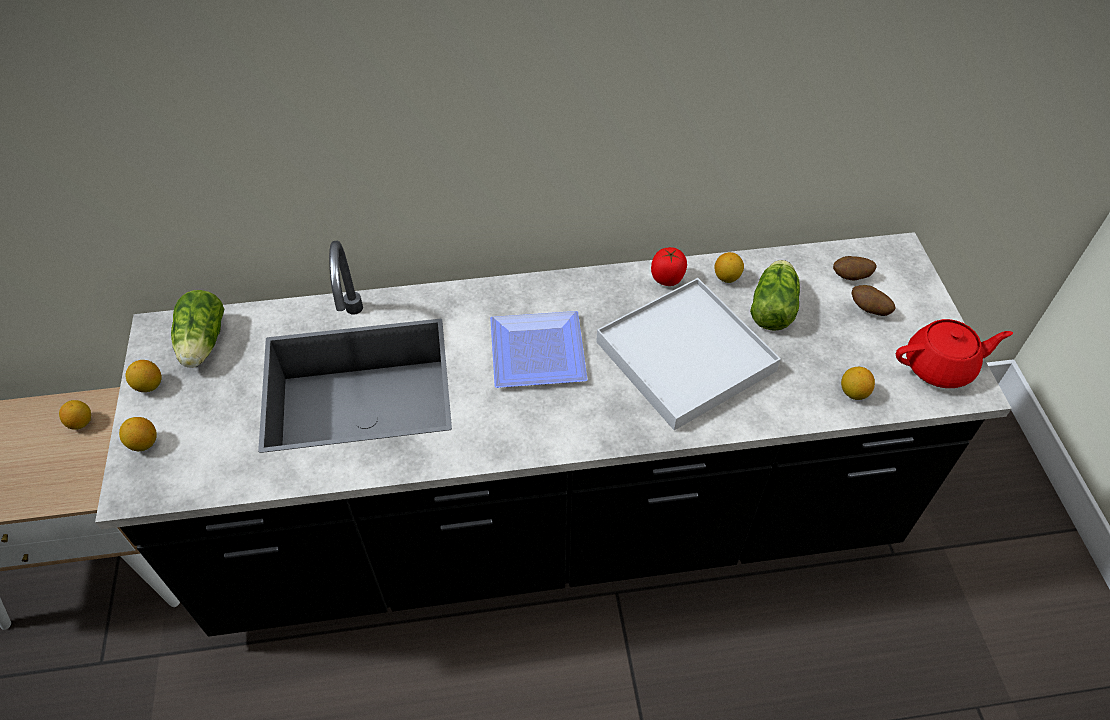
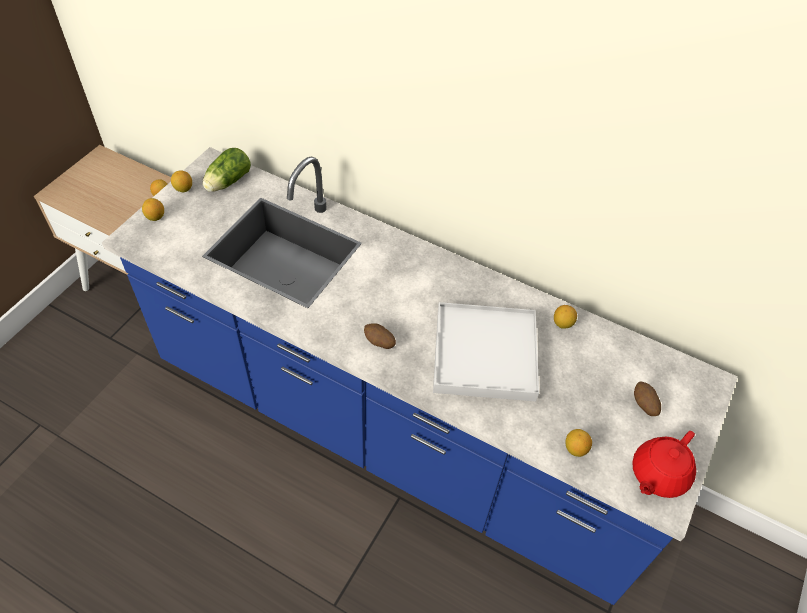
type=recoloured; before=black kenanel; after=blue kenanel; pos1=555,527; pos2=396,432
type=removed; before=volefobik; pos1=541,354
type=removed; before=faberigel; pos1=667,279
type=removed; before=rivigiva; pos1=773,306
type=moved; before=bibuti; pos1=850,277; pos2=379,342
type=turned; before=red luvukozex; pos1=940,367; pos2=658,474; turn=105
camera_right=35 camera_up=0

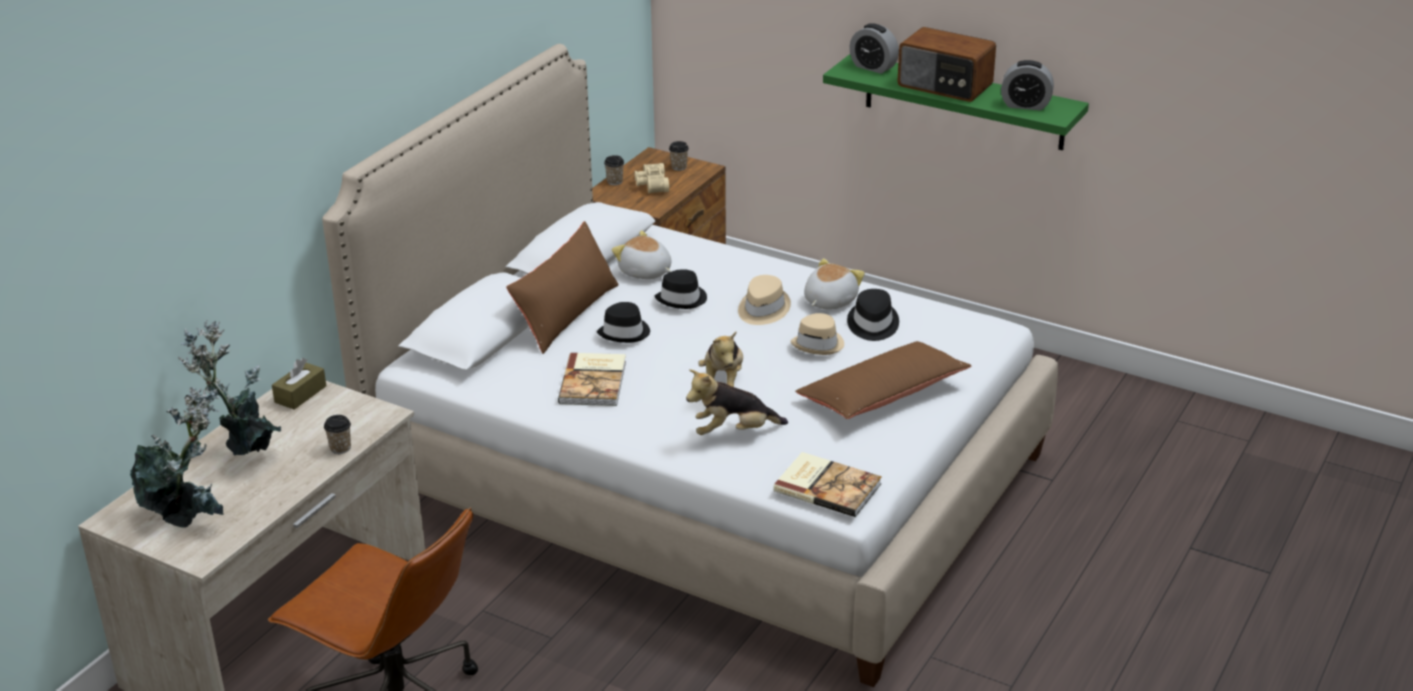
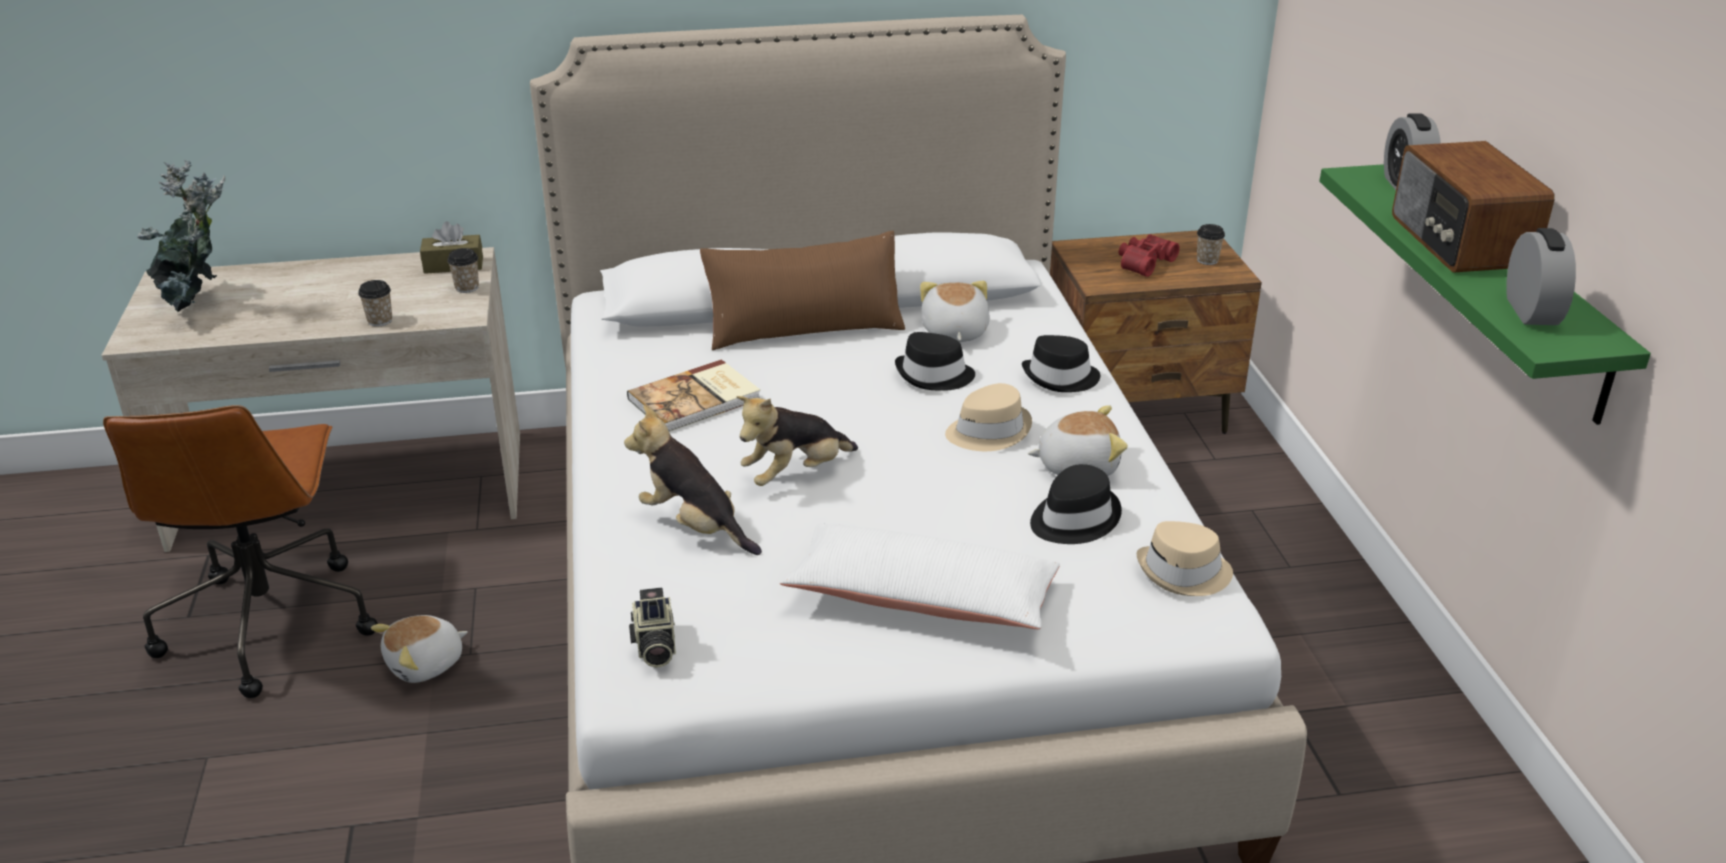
type=removed; before=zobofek; pos1=245,450
type=moved; before=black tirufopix; pos1=625,332; pos2=1061,377
type=moved; before=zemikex; pos1=615,181; pos2=467,288
type=recoloured; before=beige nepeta; after=red nepeta; pos1=651,185; pos2=1143,262
type=replaced; before=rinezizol; after=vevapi; pos1=827,486; pos2=654,647
type=moved; before=beige tirufopix; pos1=818,344; pos2=1184,573
type=recoloured; before=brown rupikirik; after=white rupikirik; pos1=882,395; pos2=922,598
type=turned; before=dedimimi; pos1=1025,105; pos2=1531,311; turn=-150
type=added; after=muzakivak; pos2=426,664
camera_right=50 camera_up=0

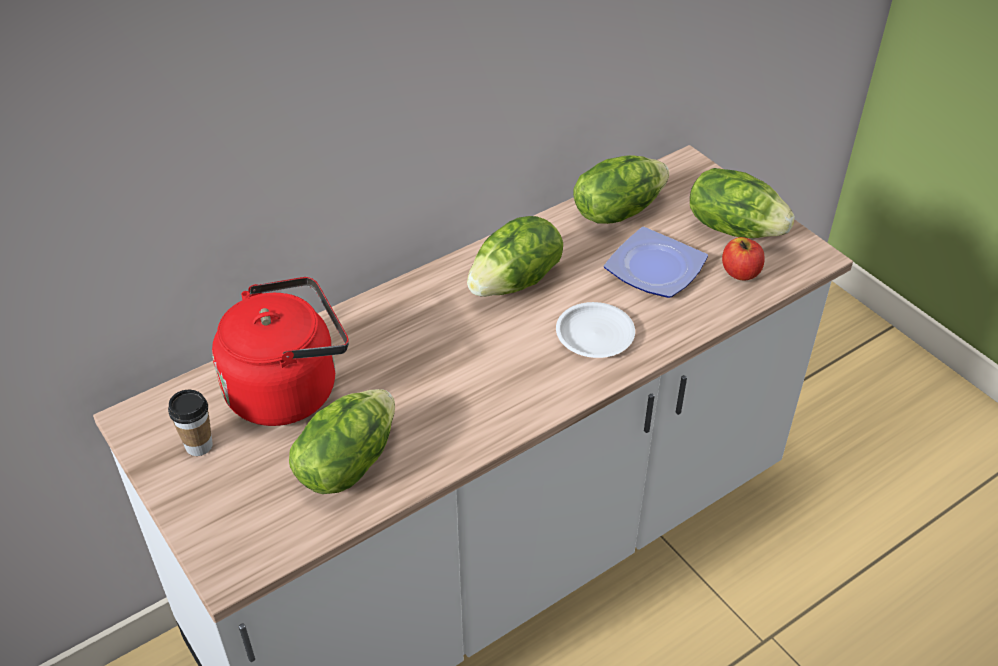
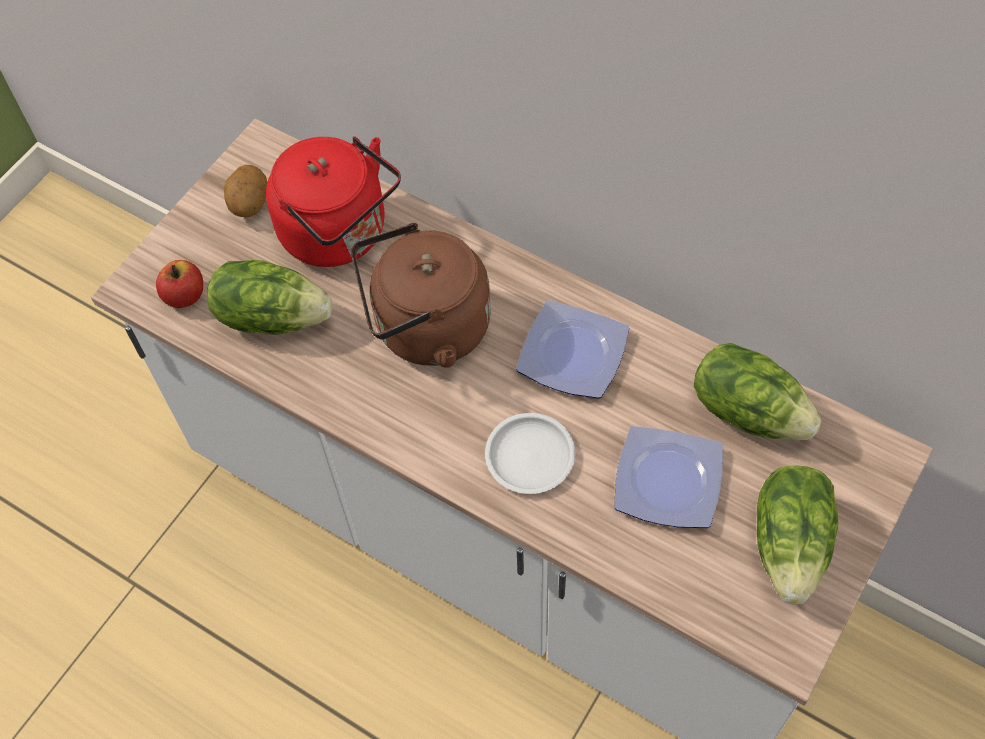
type=replaced; before=zemikex; after=bibuti; pos1=199,446; pos2=249,204
type=replaced; before=rivigiva; after=volefobik; pos1=516,282; pos2=573,356
type=moved; before=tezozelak; pos1=740,272; pos2=185,295
type=added; after=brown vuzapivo; pos2=425,329
camera_right=70 camera_up=15

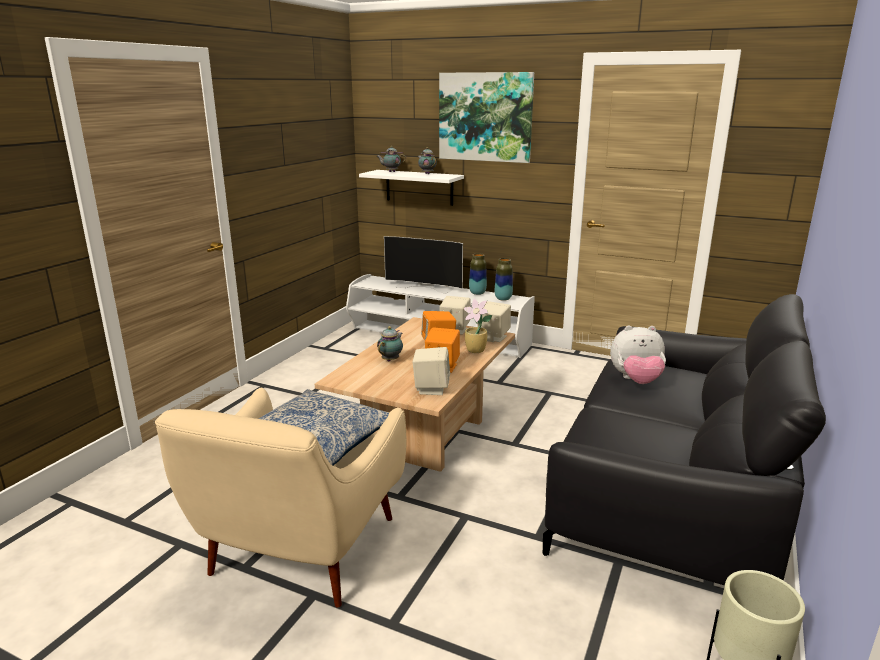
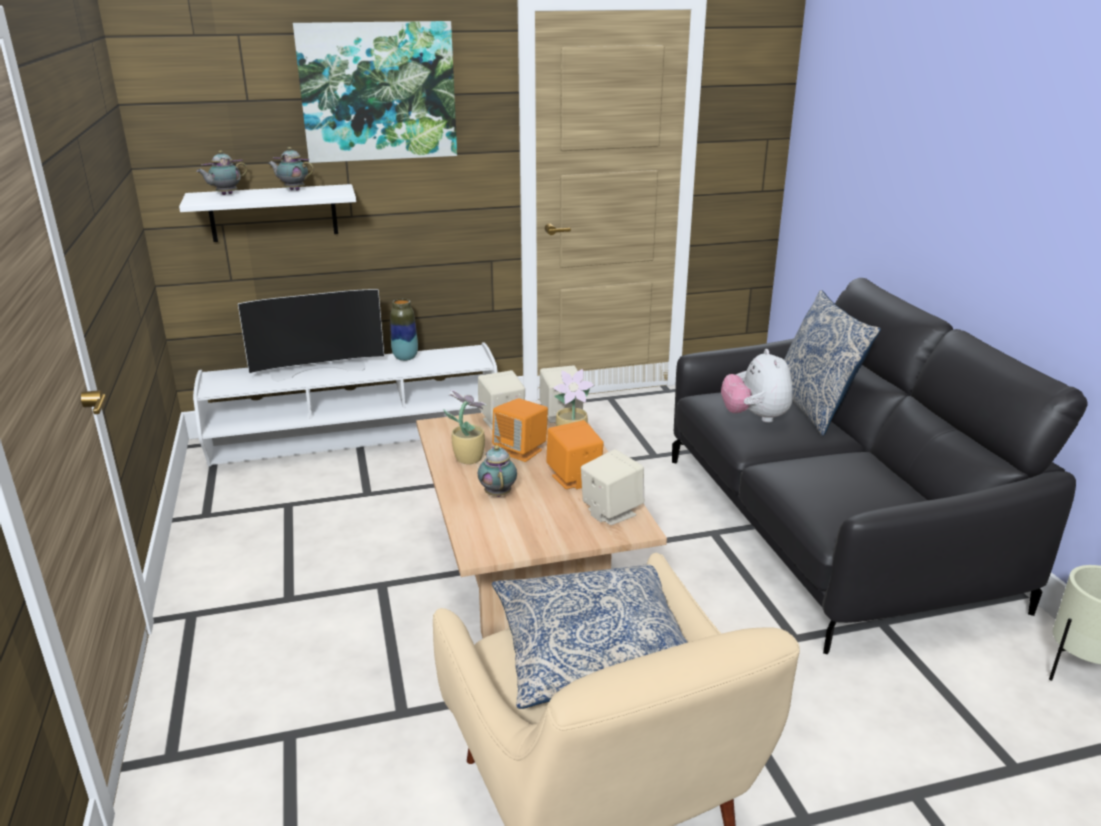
type=removed; before=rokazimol; pos1=503,299
type=turned; before=muzakivak; pos1=636,380; pos2=755,417; turn=120
type=added; after=zobofek; pos2=468,458
type=added; after=rupikirik; pos2=814,408
camera_right=-40 camera_up=5

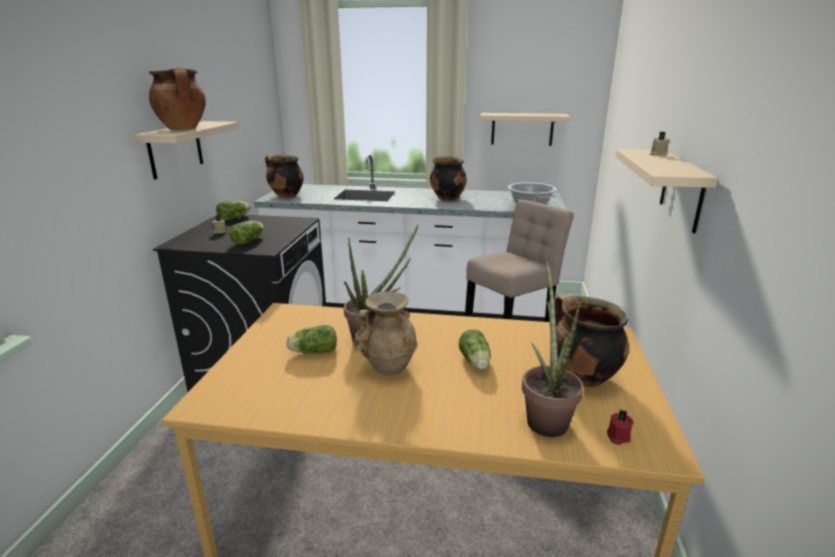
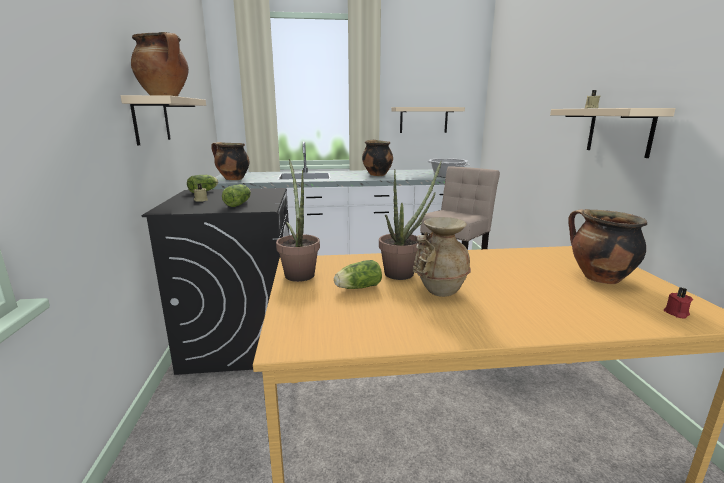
type=removed; before=rivigiva; pos1=475,362
type=moved; before=zobofek; pos1=545,417; pos2=299,273
camera_right=-15 camera_up=-5

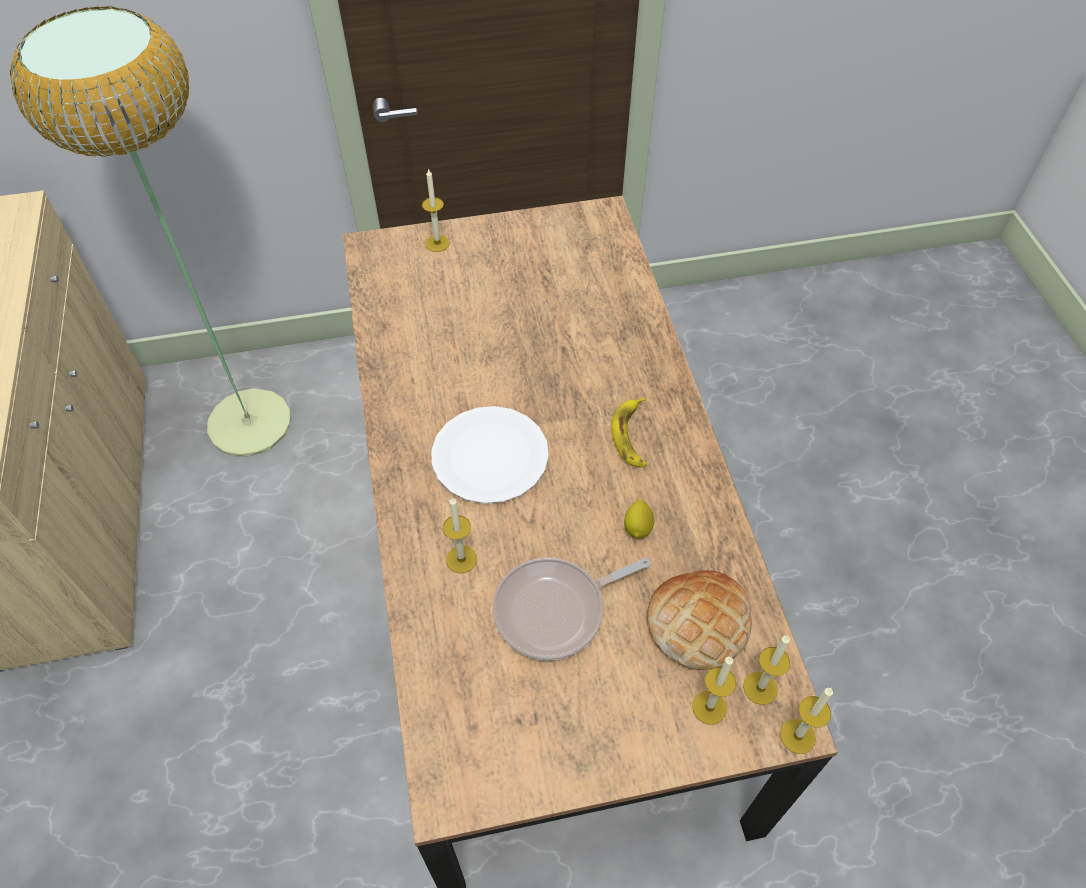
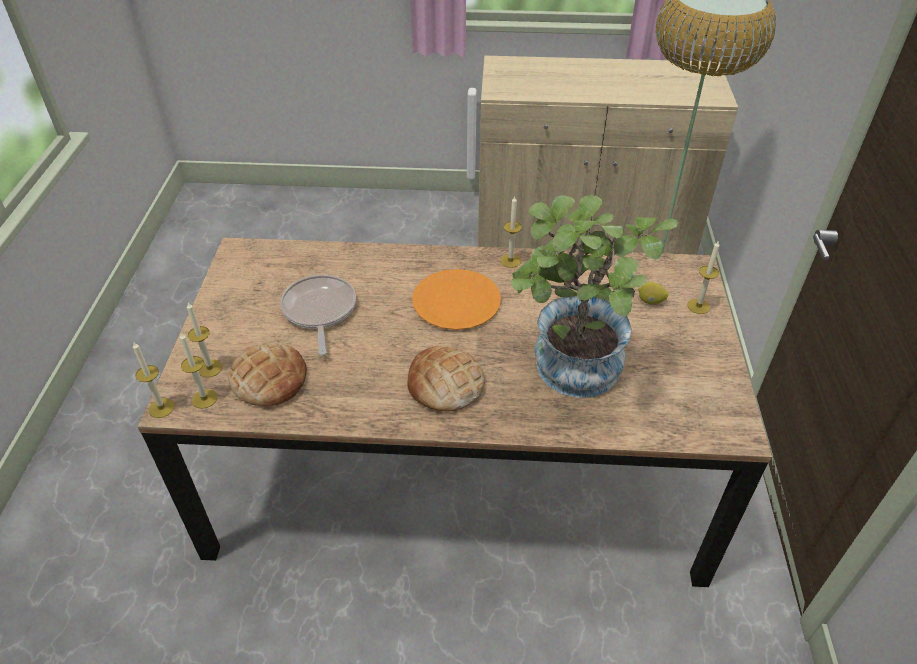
type=recoloured; before=white volefobik; after=orange volefobik; pos1=489,456; pos2=456,301
type=moved; before=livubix; pos1=461,559; pos2=510,261
type=replaced; before=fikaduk; after=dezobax; pos1=632,436; pos2=445,384
type=moved; before=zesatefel; pos1=638,527; pos2=650,301
type=added; after=zobofek; pos2=569,374
camera_right=105 camera_up=-10

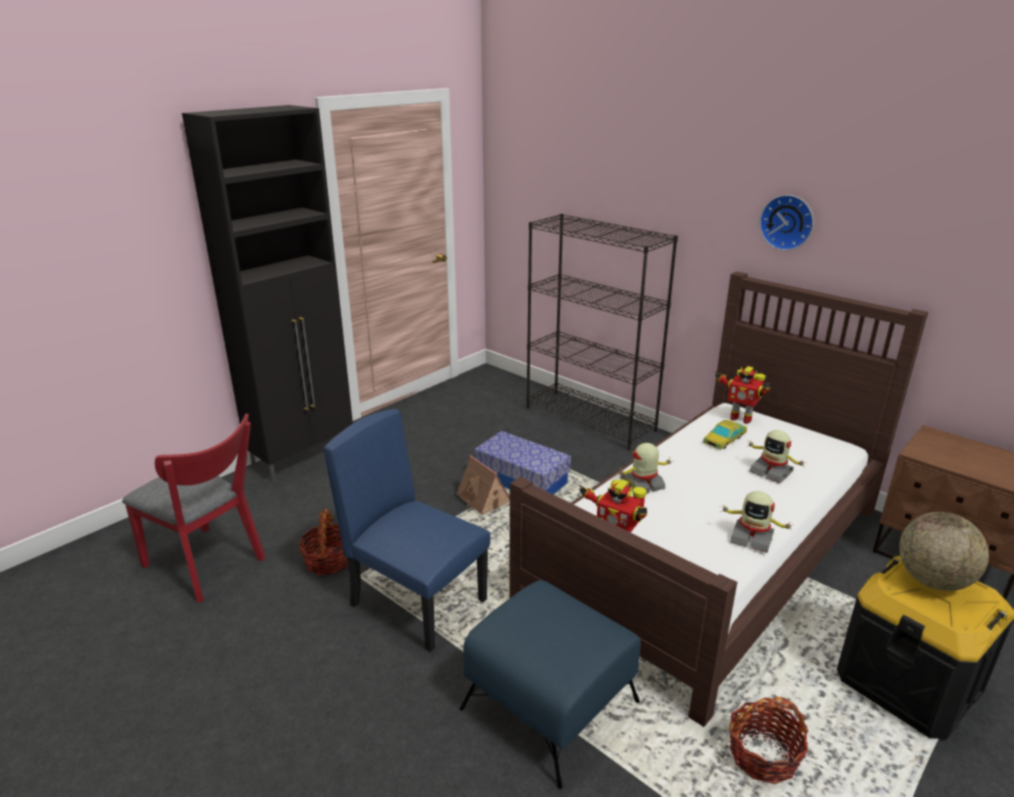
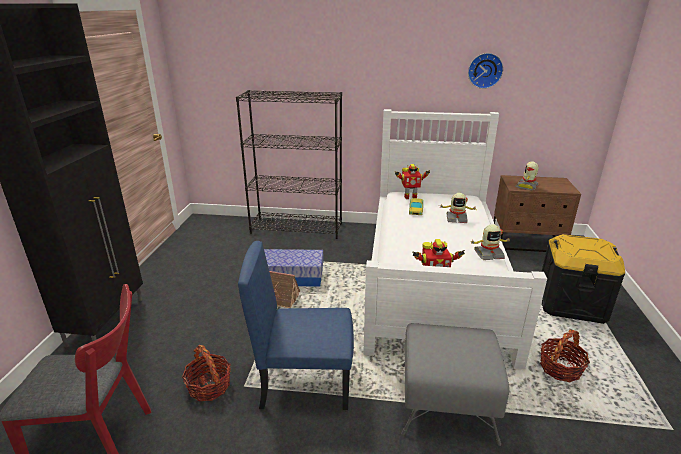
type=recoloured; before=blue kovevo; after=grey kovevo; pos1=550,706; pos2=447,402
type=recoloured; before=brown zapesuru; after=white zapesuru; pos1=709,552; pos2=434,278
type=moved; before=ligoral; pos1=643,485; pos2=527,186
type=moved; before=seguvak; pos1=787,222; pos2=485,70
type=removed; before=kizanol; pos1=933,581
camera_right=-35 camera_up=0

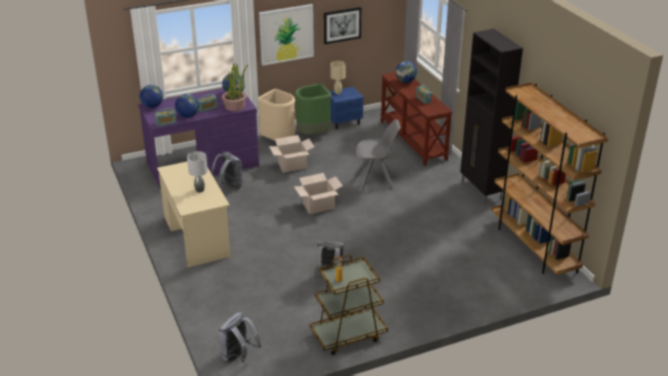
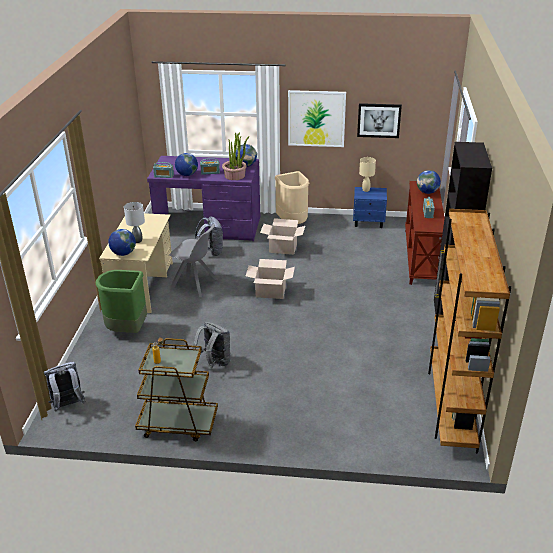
type=moved; before=kizanol; pos1=152,106; pos2=123,253
type=moved; before=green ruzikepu; pos1=313,134; pos2=127,330
type=moved; before=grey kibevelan; pos1=376,181; pos2=195,284
camera_right=30 camera_up=0

